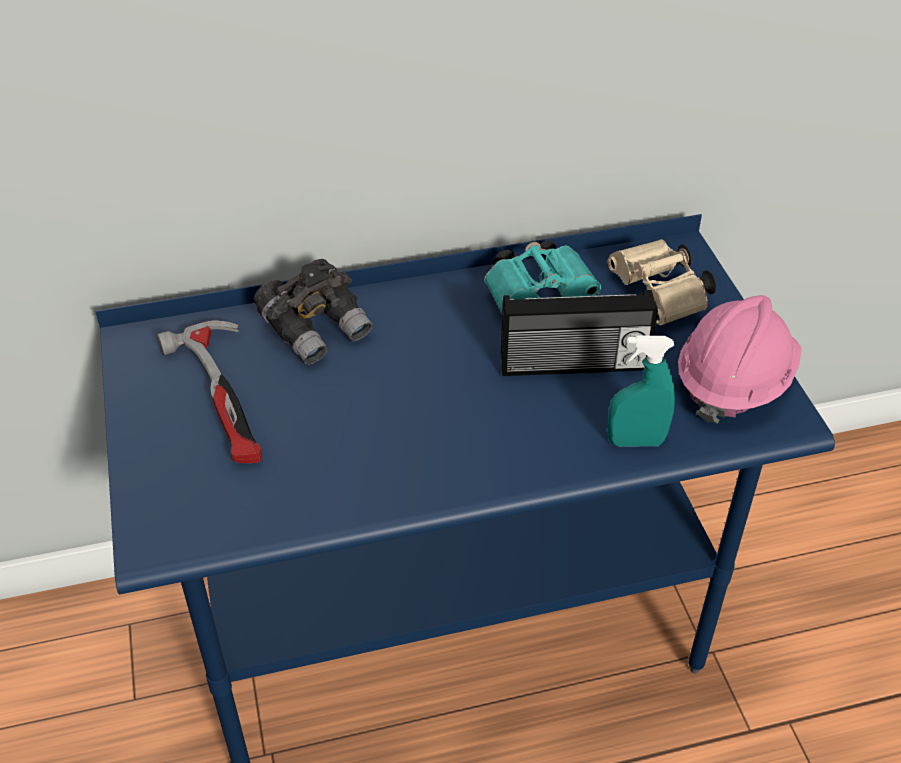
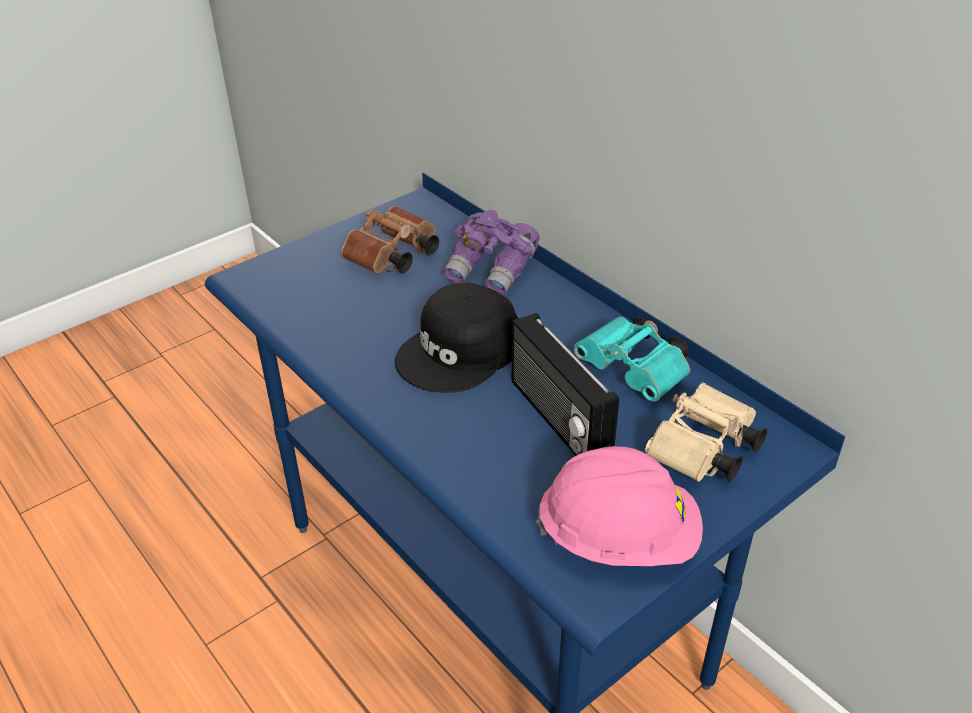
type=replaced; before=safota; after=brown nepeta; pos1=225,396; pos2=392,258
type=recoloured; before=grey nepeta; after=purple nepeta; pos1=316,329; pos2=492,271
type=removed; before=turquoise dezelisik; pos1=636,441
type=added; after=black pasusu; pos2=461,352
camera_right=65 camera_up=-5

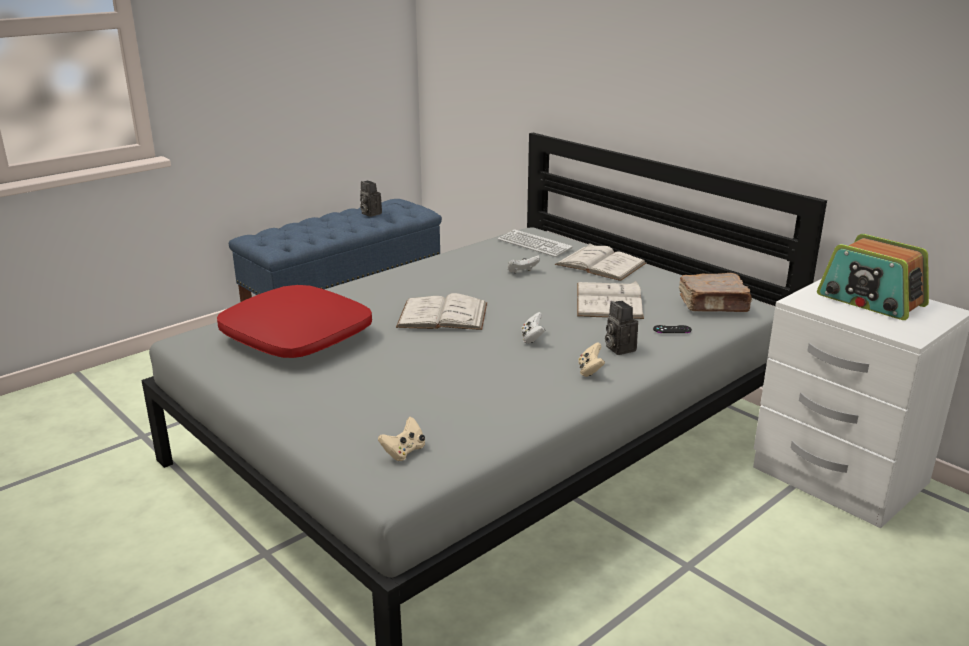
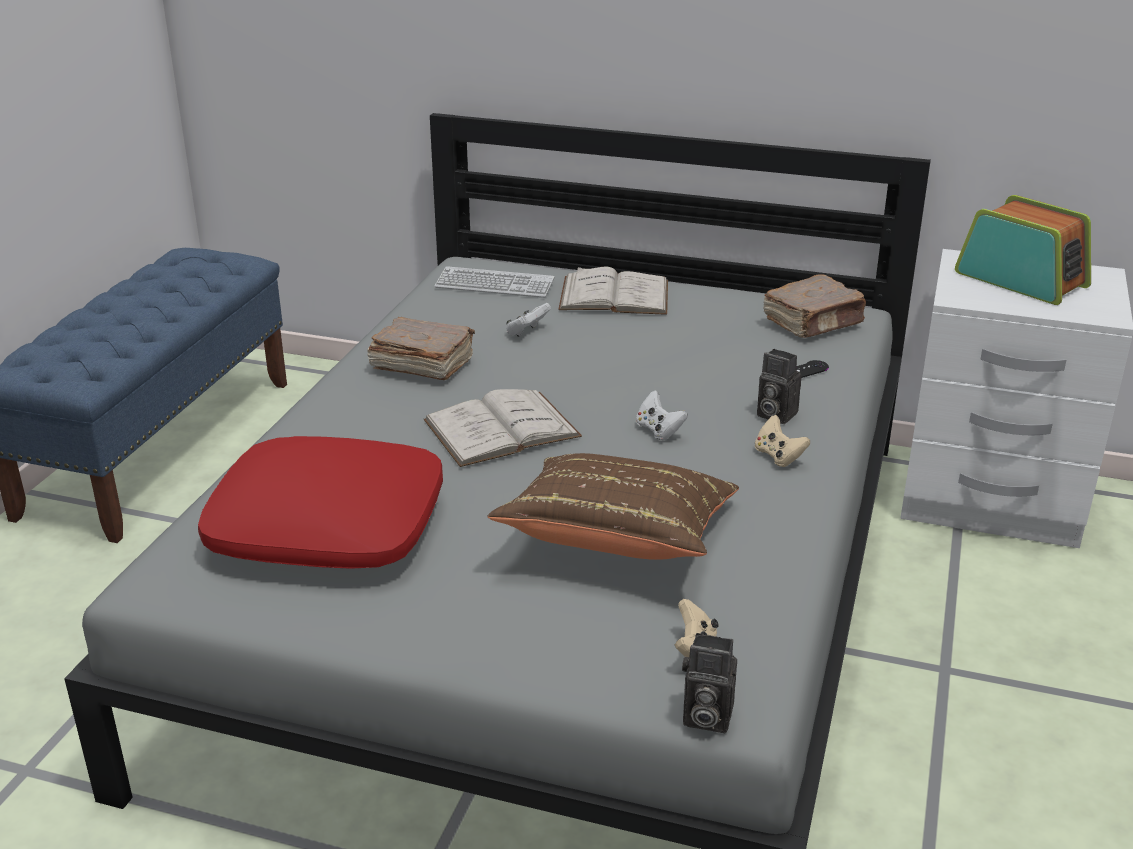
type=moved; before=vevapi; pos1=370,213; pos2=704,717
type=removed; before=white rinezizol; pos1=609,300
type=turned; before=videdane; pos1=870,301; pos2=1021,279; turn=-150
type=added; after=brown rinezizol; pos2=421,364
type=added; after=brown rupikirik; pos2=618,540
camera_right=-30 camera_up=5

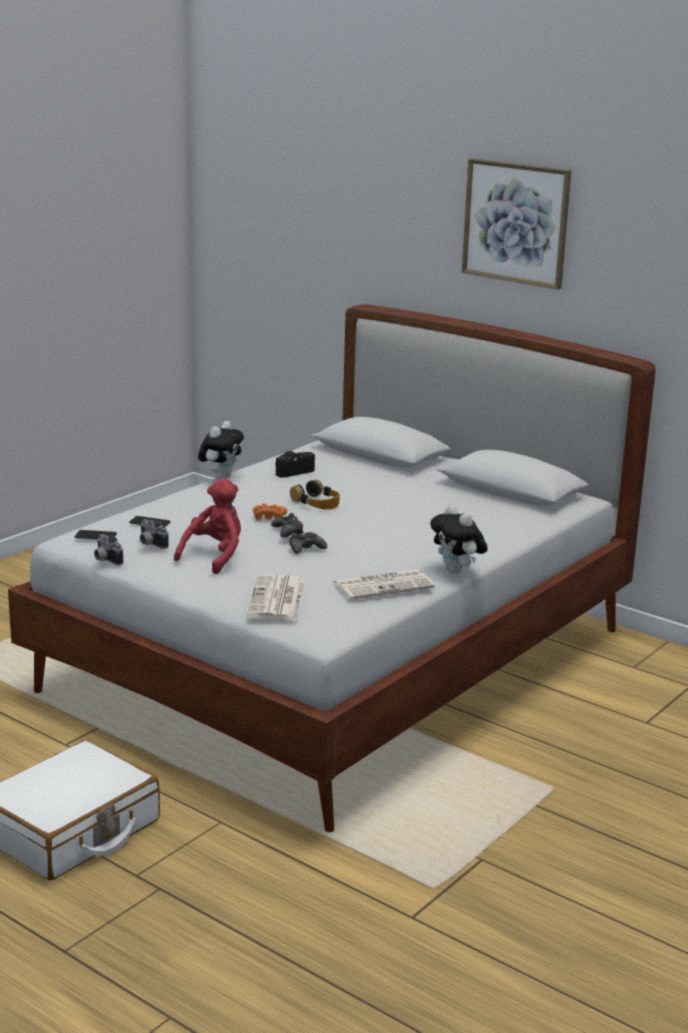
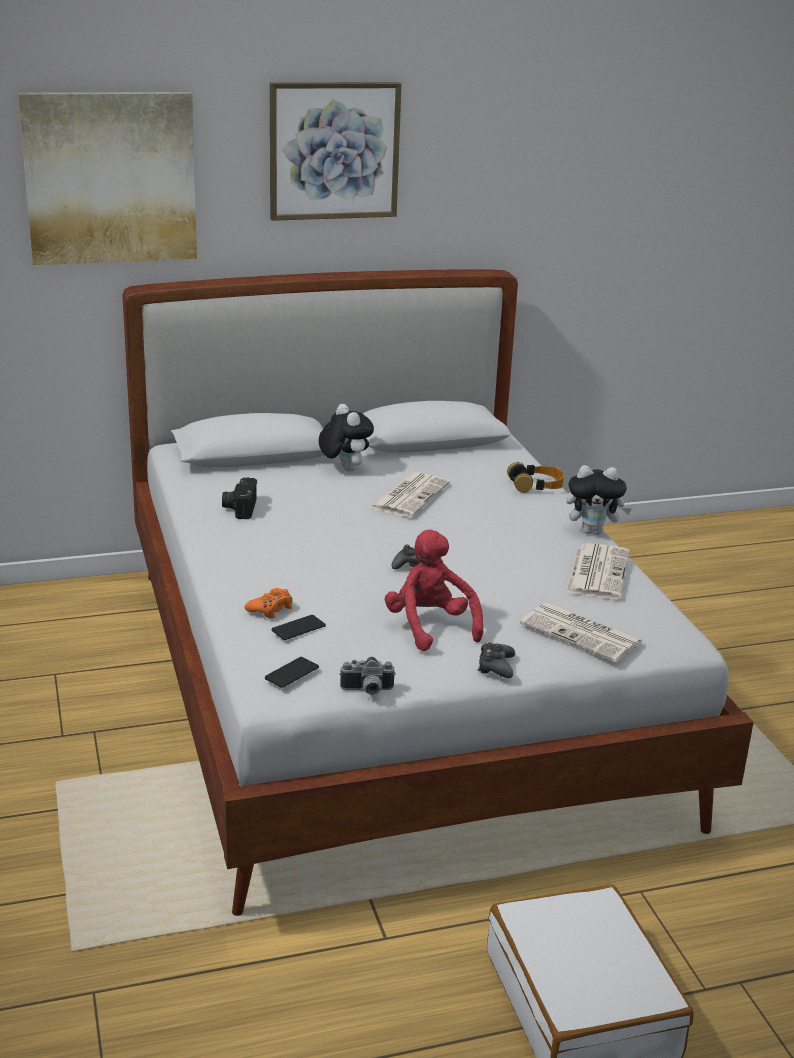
type=removed; before=vevapi; pos1=150,544
type=moved; before=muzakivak; pos1=221,477; pos2=344,469
type=moved; before=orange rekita; pos1=269,517; pos2=270,609
type=moved; before=black rekita; pos1=306,548; pos2=496,666
type=moved; before=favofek; pos1=316,502; pos2=536,485
type=added; after=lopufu; pos2=110,178
type=added; after=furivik; pos2=409,495
camera_right=-55 camera_up=5

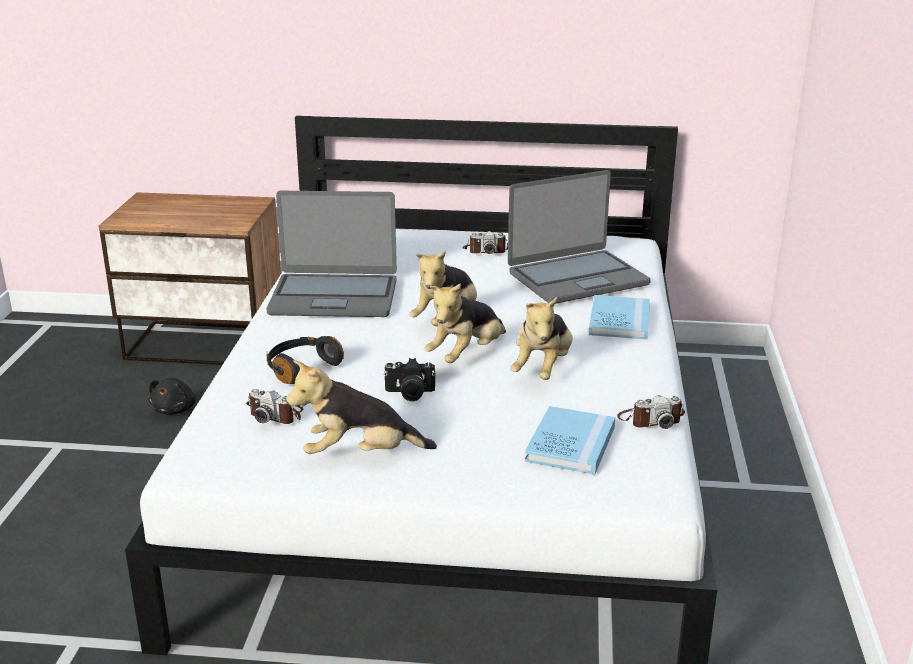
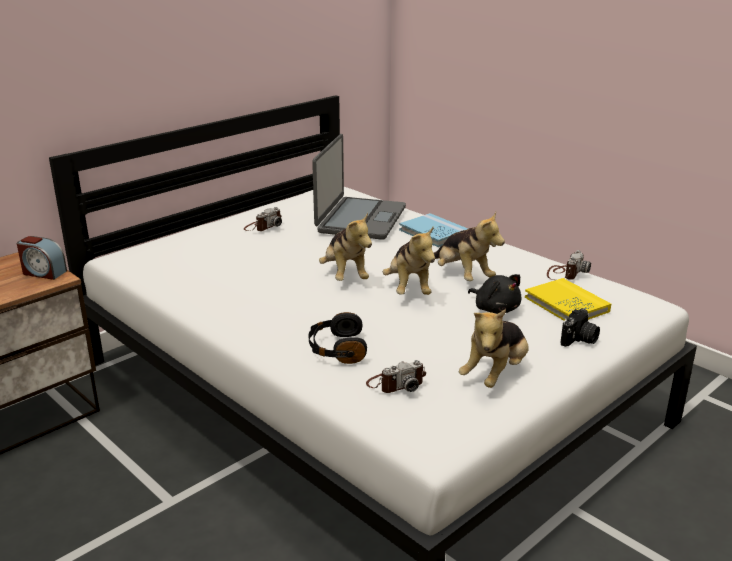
type=moved; before=black muzakivak; pos1=175,409; pos2=495,309
type=removed; before=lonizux; pos1=334,297
type=moved; before=vevapi; pos1=410,394; pos2=579,340
type=recoloured; before=blue rinezizol; after=yellow rinezizol; pos1=570,444; pos2=566,304
type=added; after=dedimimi; pos2=43,272
camera_right=-50 camera_up=0

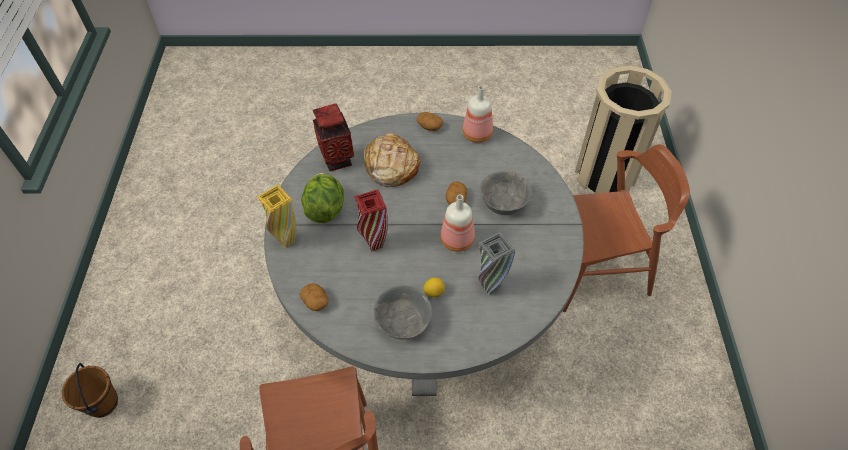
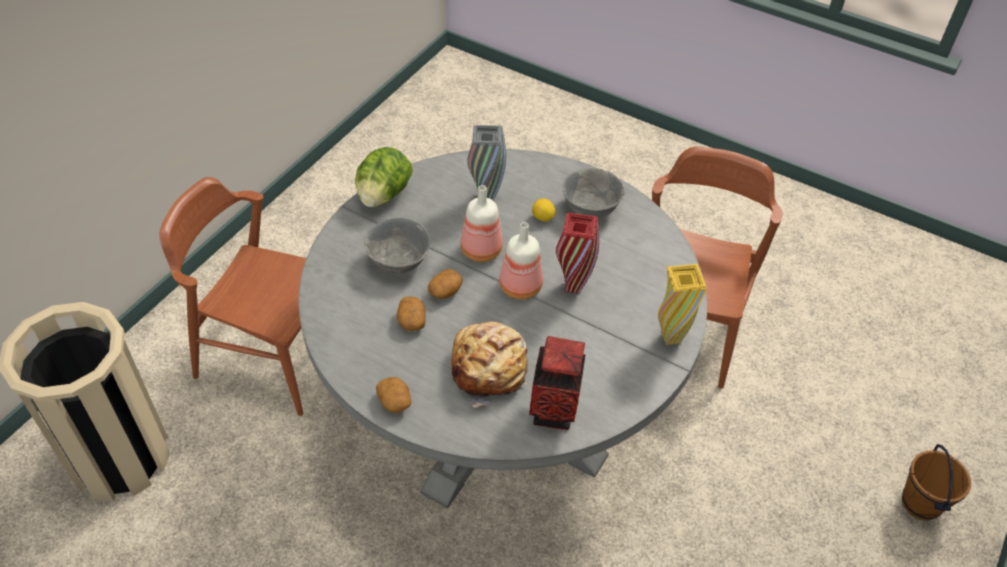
type=moved; before=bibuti; pos1=315,301; pos2=411,320
type=moved; before=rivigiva; pos1=325,208; pos2=383,195
type=moved; before=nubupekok; pos1=478,134; pos2=519,287
camera_right=-150 camera_up=-5

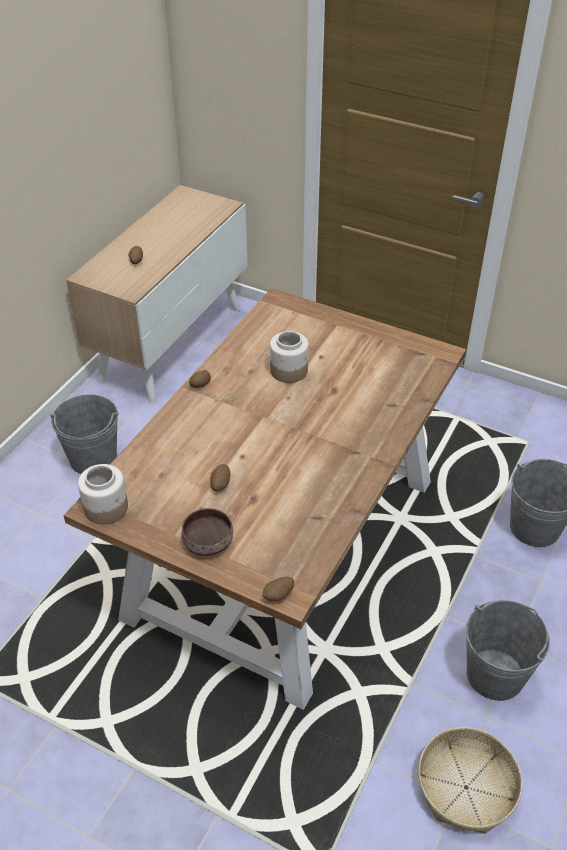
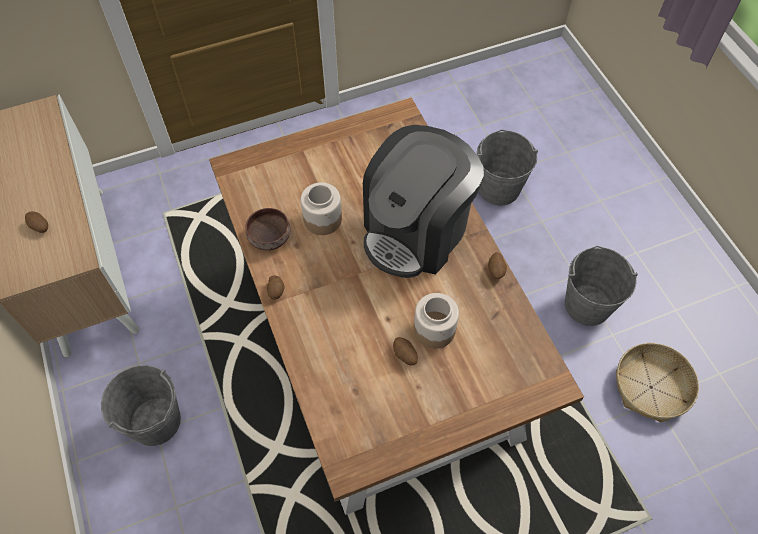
type=moved; before=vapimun; pos1=106,508; pos2=434,329
type=moved; before=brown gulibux; pos1=208,540; pos2=269,235
type=moved; before=bibuti; pos1=278,595; pos2=496,270
type=added; after=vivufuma; pos2=416,231
camera_right=-50 camera_up=15

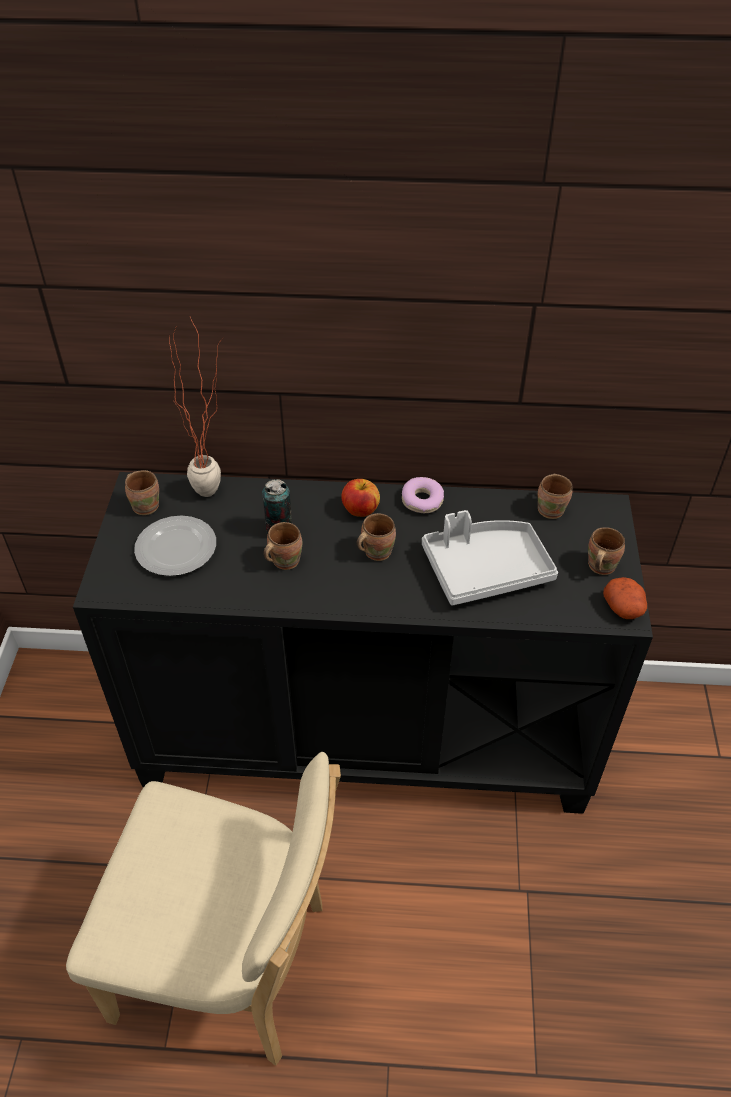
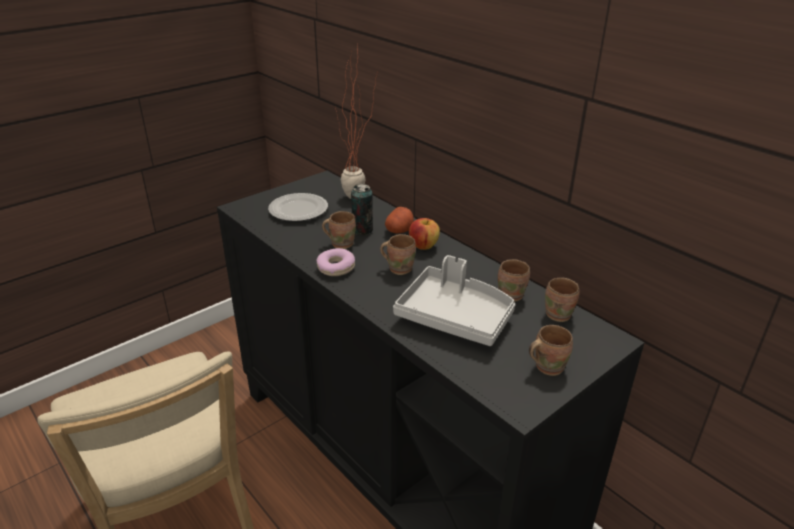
type=moved; before=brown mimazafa; pos1=146,505; pos2=512,294
type=moved; before=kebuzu; pos1=422,501; pos2=336,268
type=moved; before=bibuti; pos1=624,608; pos2=399,230
camera_right=45 camera_up=-15

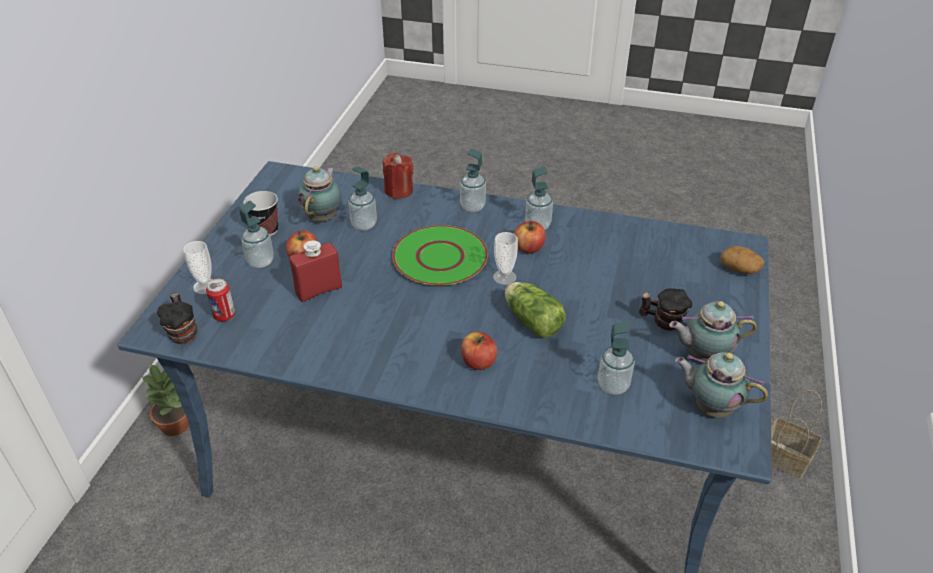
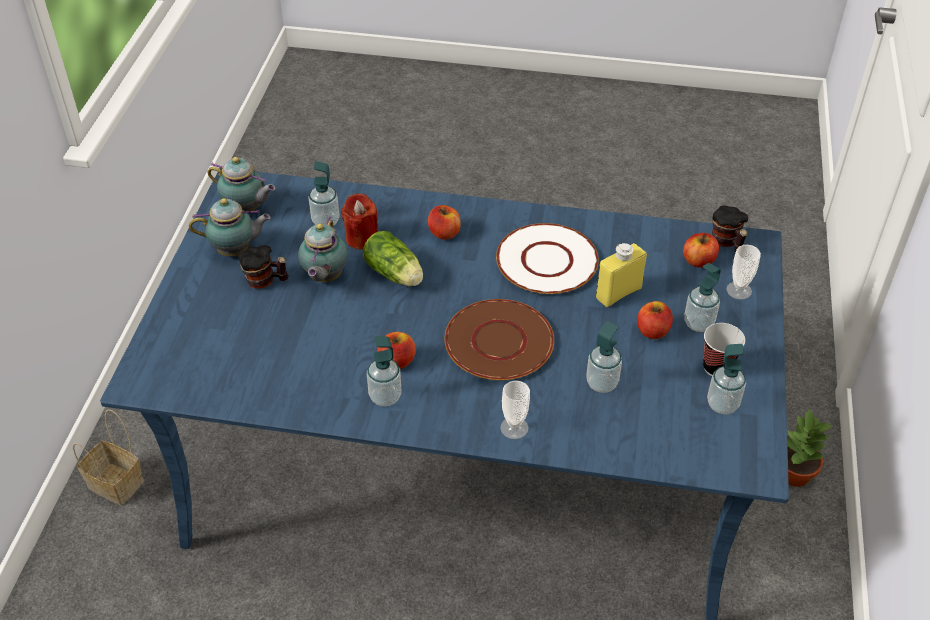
type=replaced; before=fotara; after=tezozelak; pos1=224,316; pos2=698,261
type=recoloured; before=red nubupekok; after=yellow nubupekok; pos1=319,290; pos2=618,293
type=moved; before=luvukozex; pos1=324,216; pos2=324,278
type=moved; before=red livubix; pos1=398,190; pos2=362,238
type=recoloured; before=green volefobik; after=brown volefobik; pos1=440,257; pos2=498,341
type=moved; before=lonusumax; pos1=472,207; pos2=722,404
type=moved; before=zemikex; pos1=504,277; pos2=514,428
type=removed; before=bibuti; pos1=740,269
type=added; after=white volefobik; pos2=547,261
camera_right=175 camera_up=5

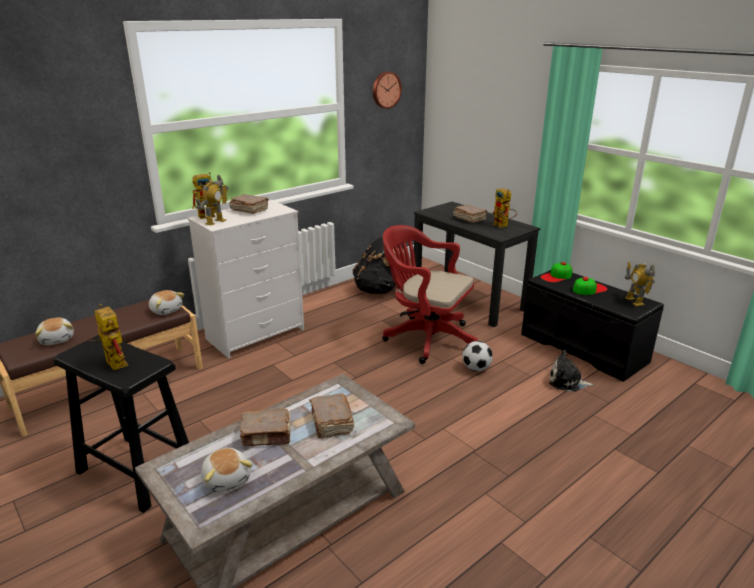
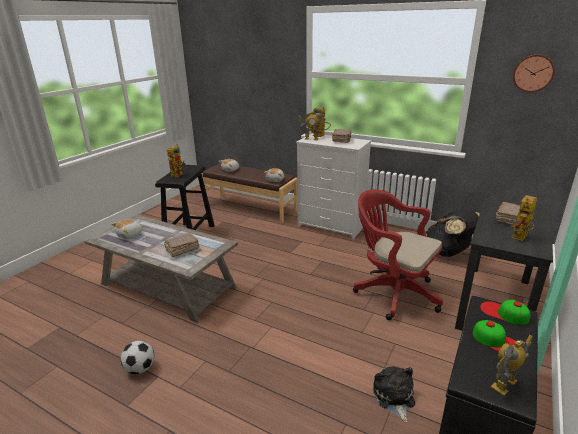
type=removed; before=brown rinezizol; pos1=267,435
type=turned; before=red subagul; pos1=425,338; pos2=392,292; turn=-60
type=moved; before=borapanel; pos1=476,368; pos2=140,369
camera_right=70 camera_up=0

